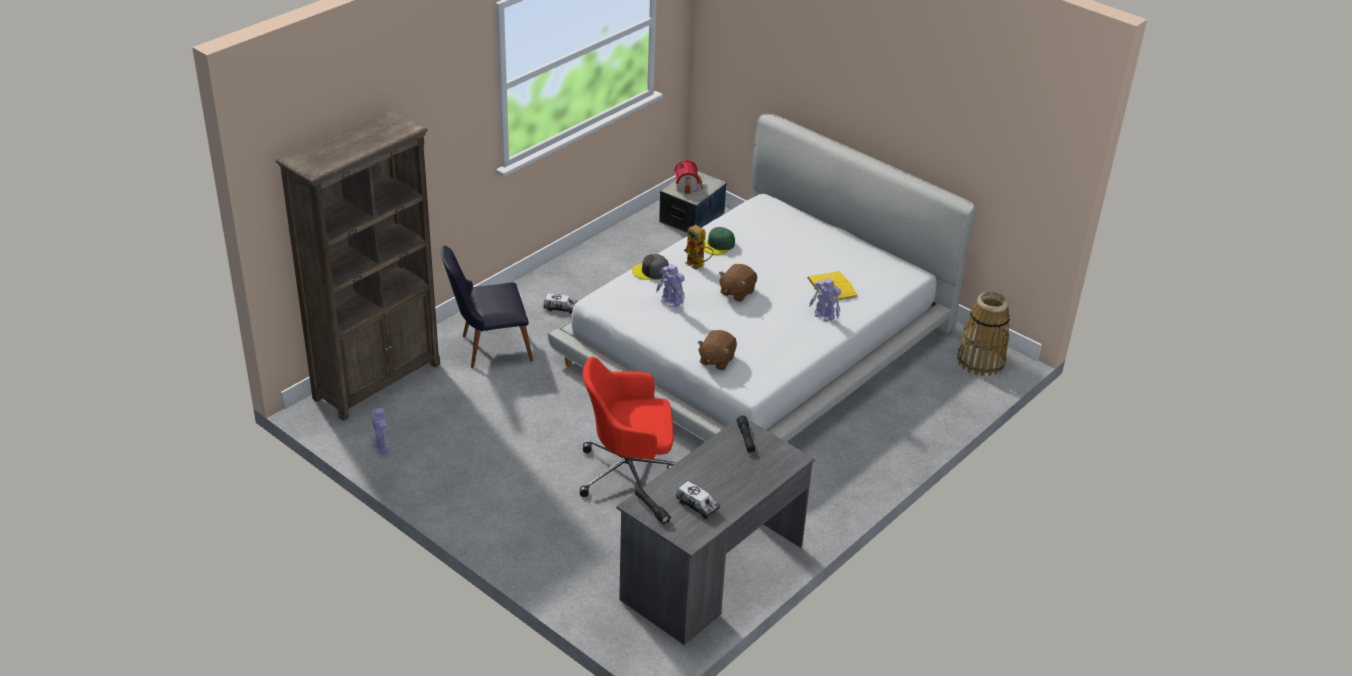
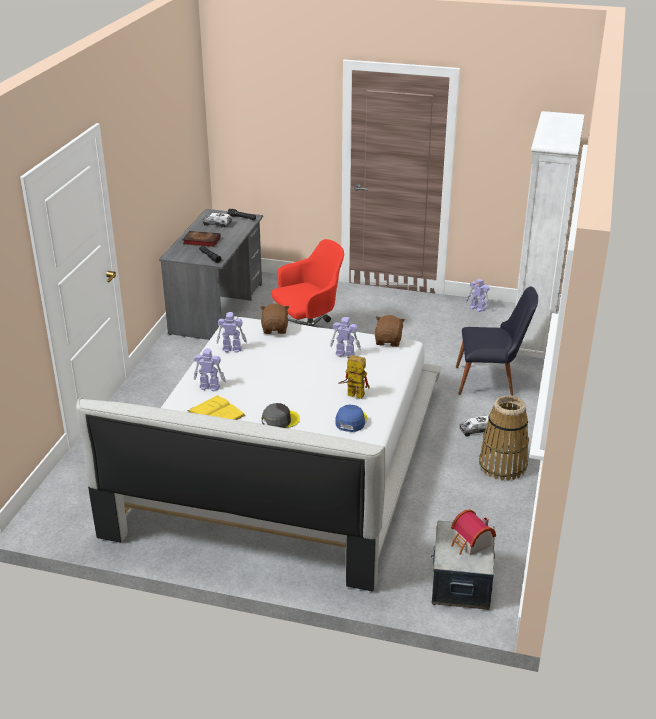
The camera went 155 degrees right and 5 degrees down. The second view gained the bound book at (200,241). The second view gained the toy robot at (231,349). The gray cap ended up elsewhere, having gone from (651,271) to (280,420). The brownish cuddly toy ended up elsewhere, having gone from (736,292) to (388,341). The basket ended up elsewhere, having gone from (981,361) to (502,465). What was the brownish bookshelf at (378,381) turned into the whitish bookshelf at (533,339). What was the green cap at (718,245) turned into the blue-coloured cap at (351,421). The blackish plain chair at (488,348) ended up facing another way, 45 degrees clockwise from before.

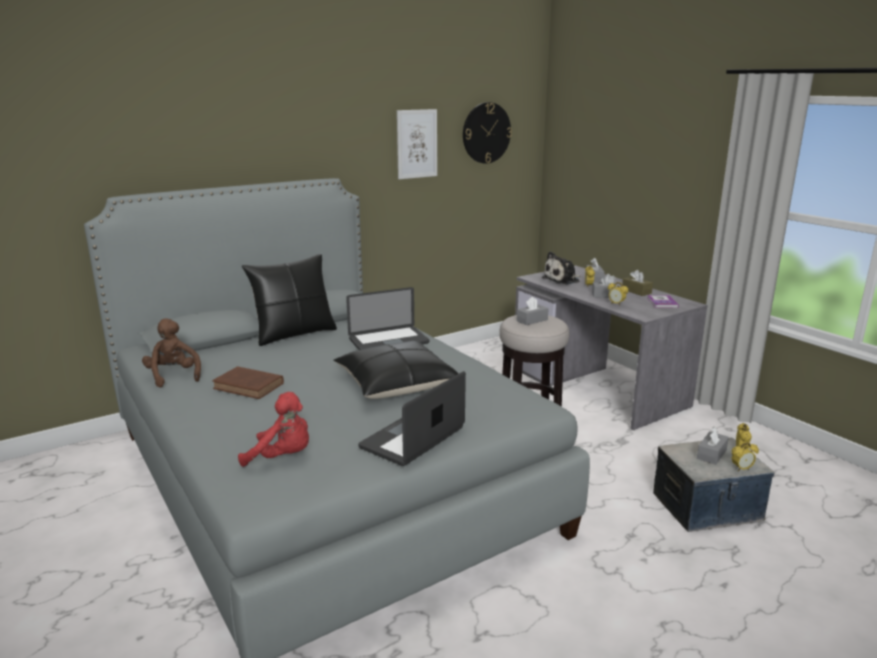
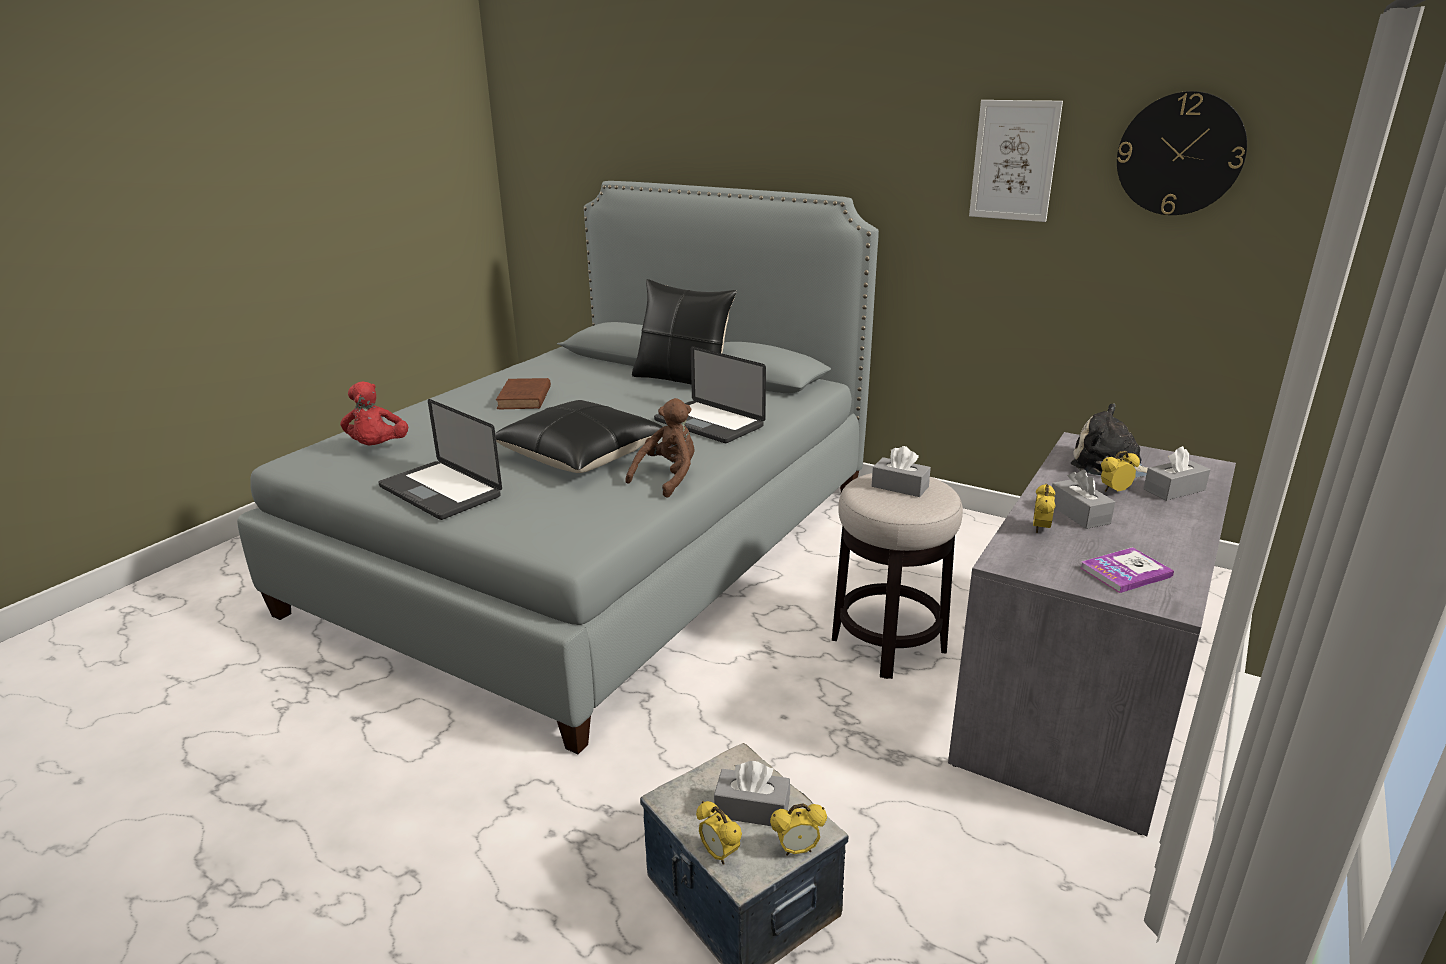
The camera went 65 degrees right and 5 degrees up. The second view lost the brownish box of tissues at (636,291). The brownish cuddly toy ended up elsewhere, having gone from (173,376) to (668,478). The notebook computer at (413,438) ended up facing another way, 150 degrees counterclockwise from before.

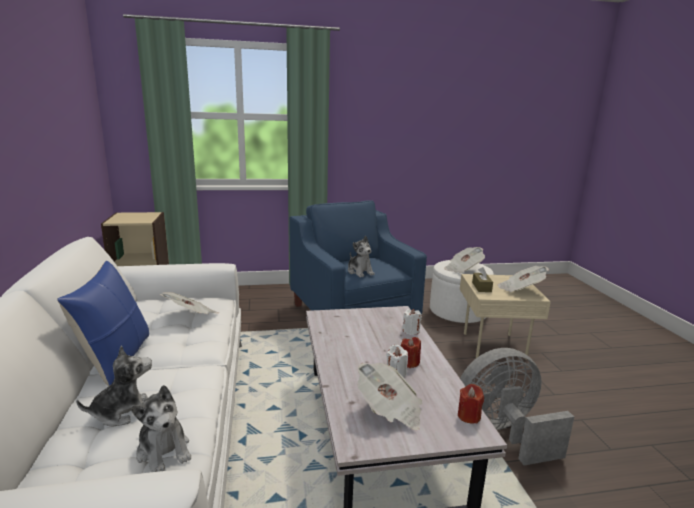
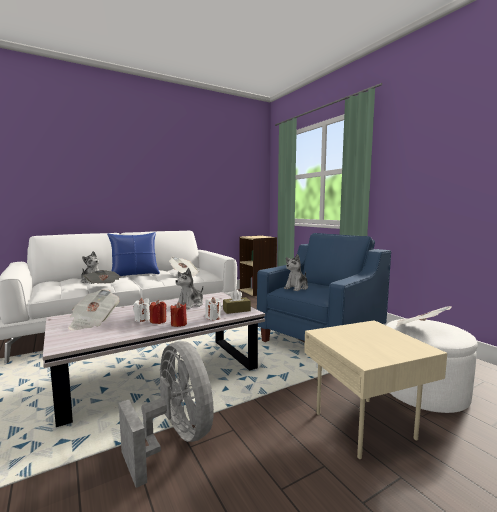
The camera went 70 degrees right and 10 degrees down. The cuddly toy ended up elsewhere, having gone from (164,451) to (190,304). The red-coloured wax candle ended up elsewhere, having gone from (469,416) to (179,324). The brownish box of tissues ended up elsewhere, having gone from (481,287) to (236,310). The newspaper ended up elsewhere, having gone from (520,289) to (103,287).

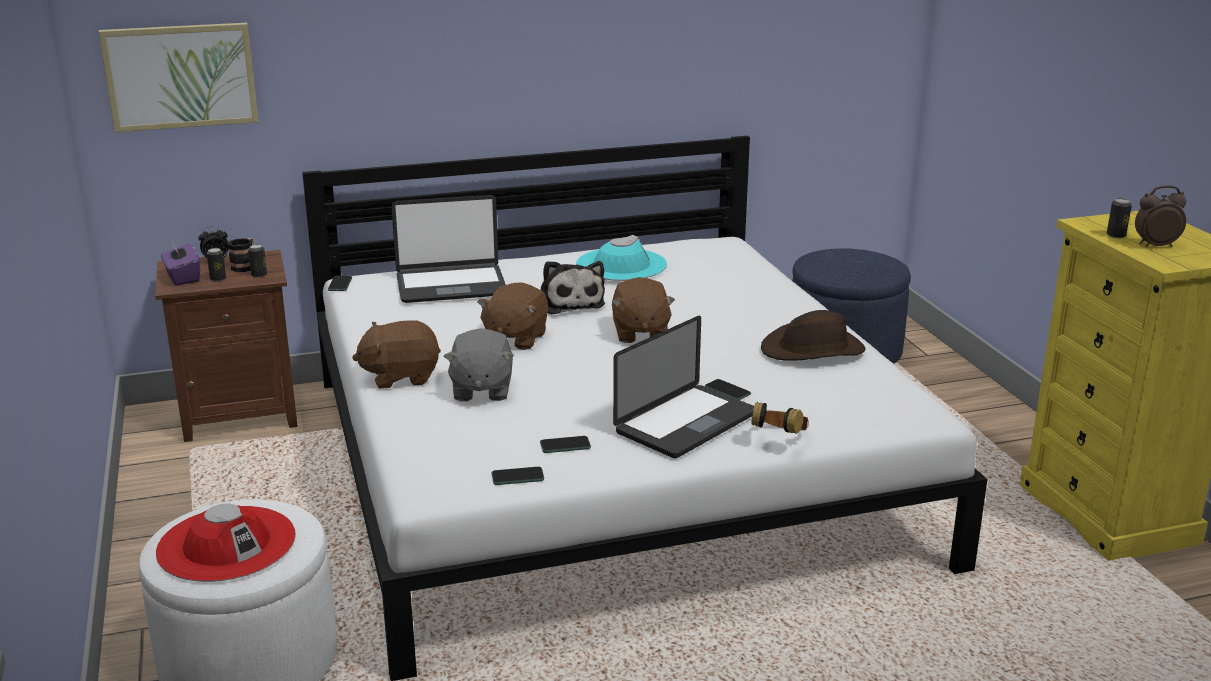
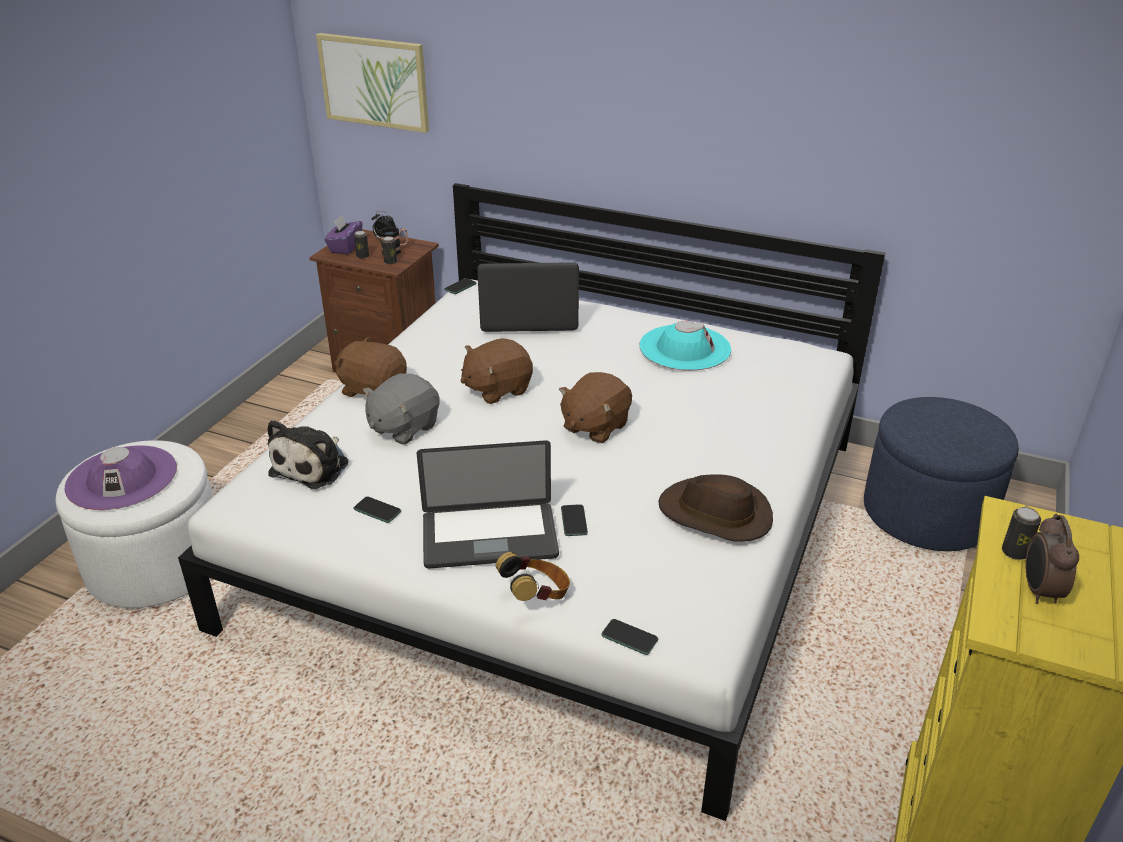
The camera went 40 degrees right and 10 degrees up. The phone ended up elsewhere, having gone from (517,477) to (629,637). The cuddly toy ended up elsewhere, having gone from (570,302) to (313,466). What was the red-coloured clothing hat at (226,544) turned into the purplish clothing hat at (122,478). The notebook computer at (451,285) ended up facing another way, 150 degrees clockwise from before. The table clock at (1154,245) ended up facing another way, 120 degrees counterclockwise from before.

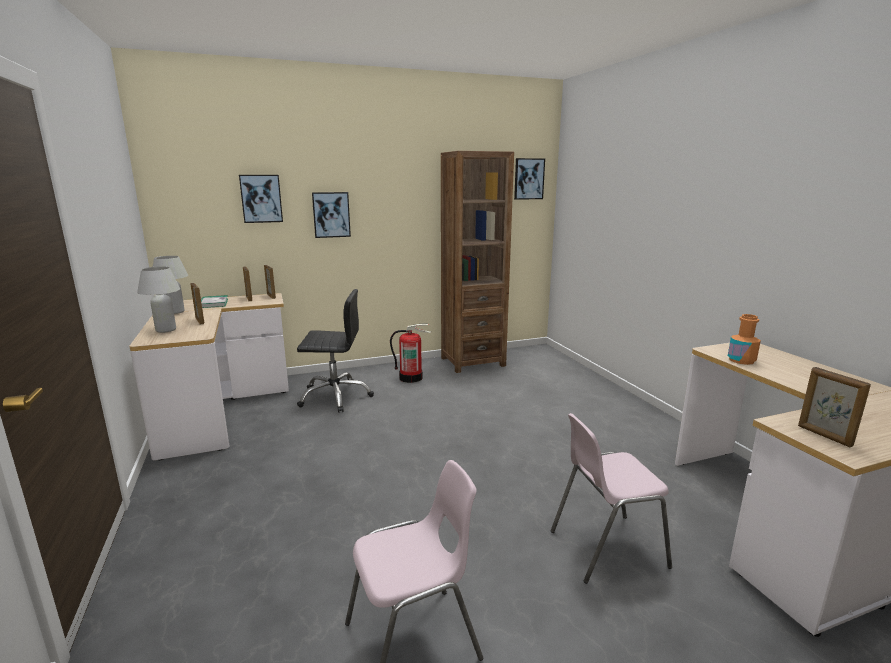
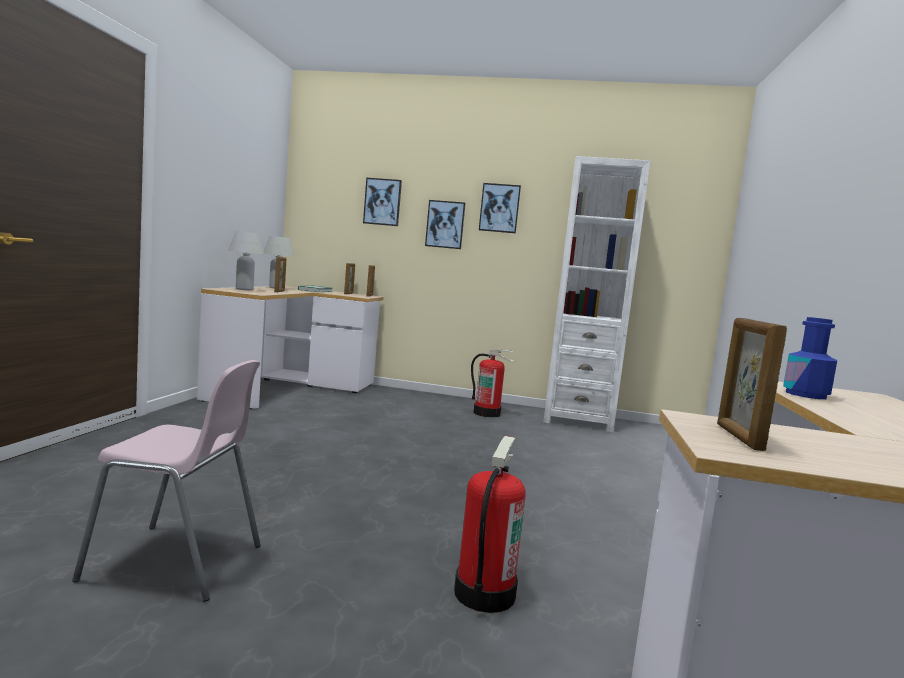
The camera went 30 degrees right and 10 degrees down. The second view lost the blackish computer chair at (335,396). The picture ended up elsewhere, having gone from (528,179) to (499,208). Where the pinkish plain chair stood at (605,548), the extinguisher came to stand at (483,593). What was the brownish bookshelf at (472,362) turned into the whitish bookshelf at (577,420). What was the orangey drink bottle at (741,360) turned into the blue-coloured drink bottle at (805,394).

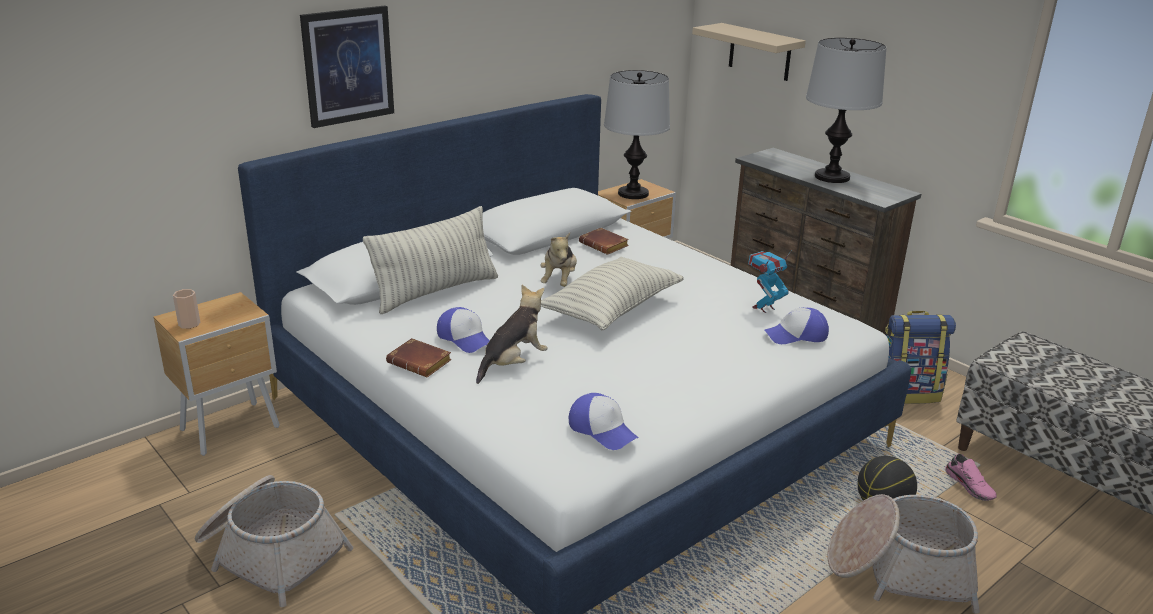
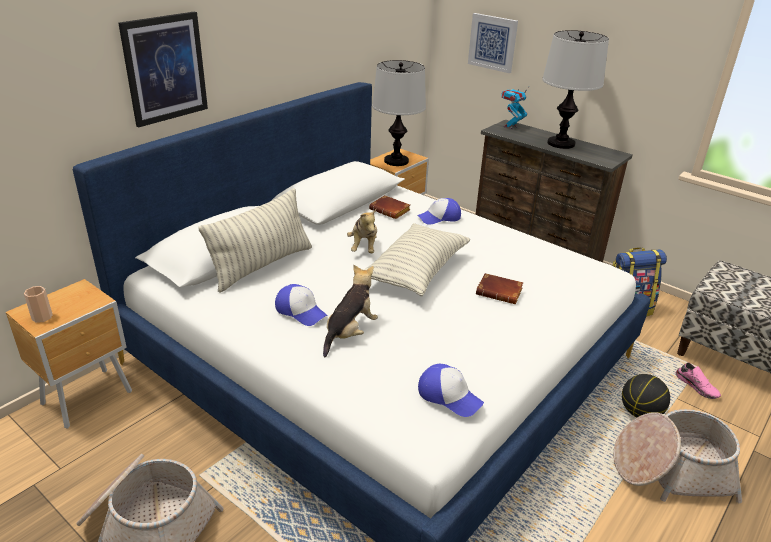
The camera went 10 degrees left and 5 degrees up. The brownish bound book ended up elsewhere, having gone from (421,363) to (500,292). The toy robot ended up elsewhere, having gone from (764,308) to (510,126). The cap ended up elsewhere, having gone from (796,335) to (439,218). Where the sand-coloured shelf hung at (760,52), the picture came to hang at (493,42).

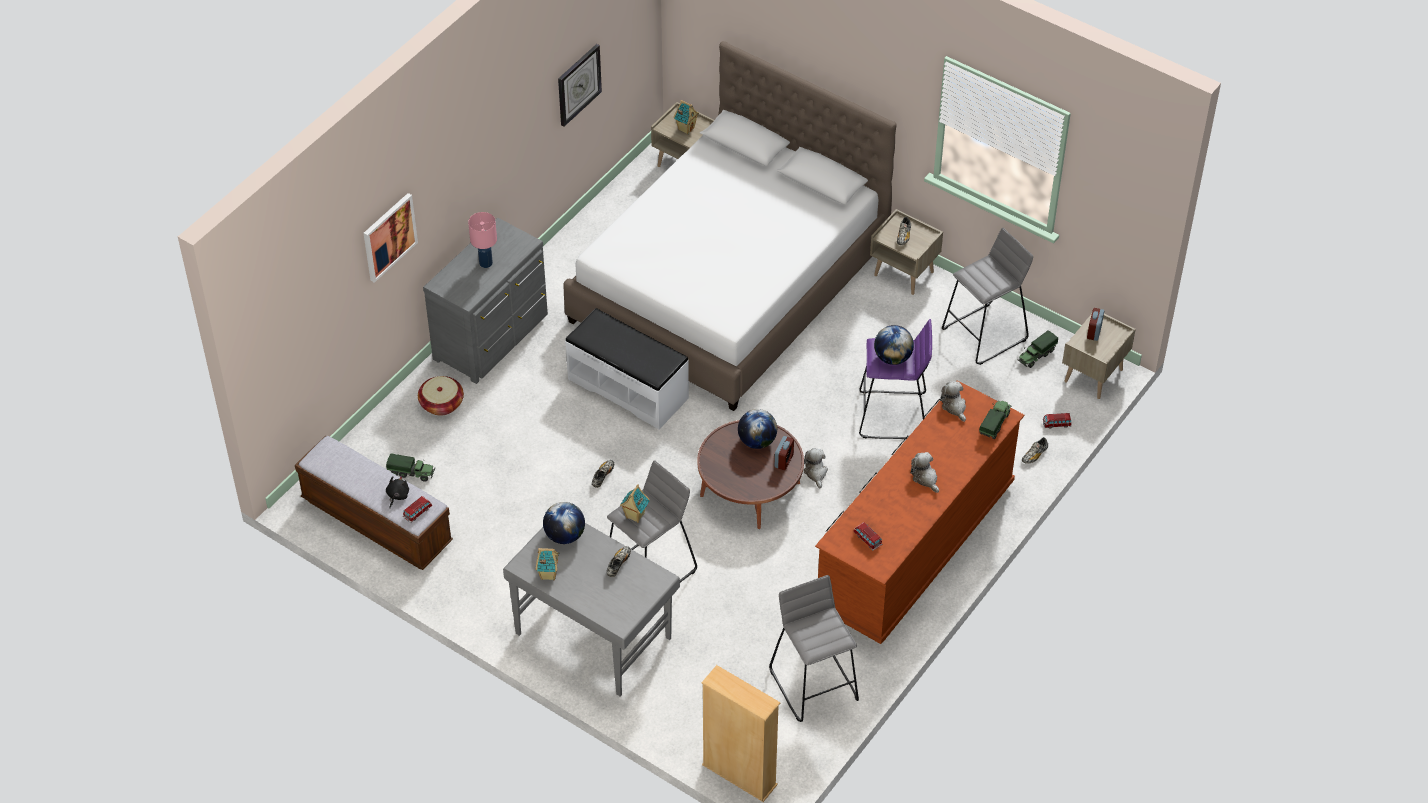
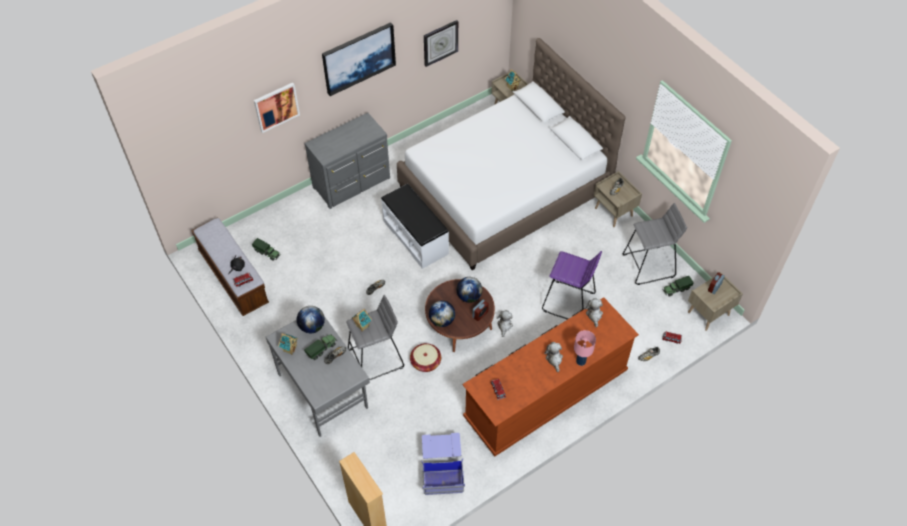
The camera went 20 degrees right and 5 degrees up. The second view gained the picture at (358,58). The basket ended up elsewhere, having gone from (441,404) to (425,362). The pinkish tabletop lamp ended up elsewhere, having gone from (486,263) to (581,361). The desk globe ended up elsewhere, having gone from (892,358) to (442,320). The model truck ended up elsewhere, having gone from (995,424) to (321,349). Where the gray sitting stool stood at (814,684), the blue-coloured storage bin came to stand at (442,469).

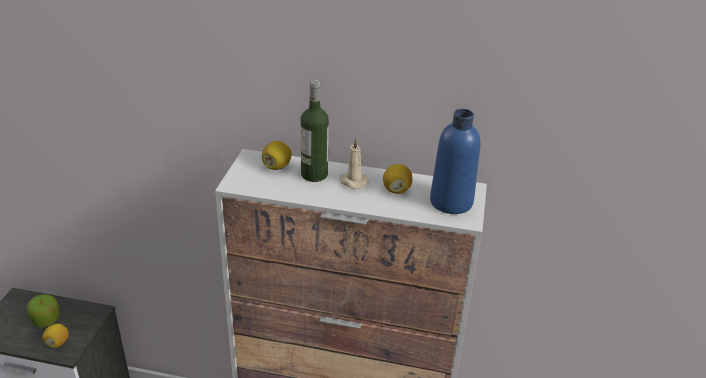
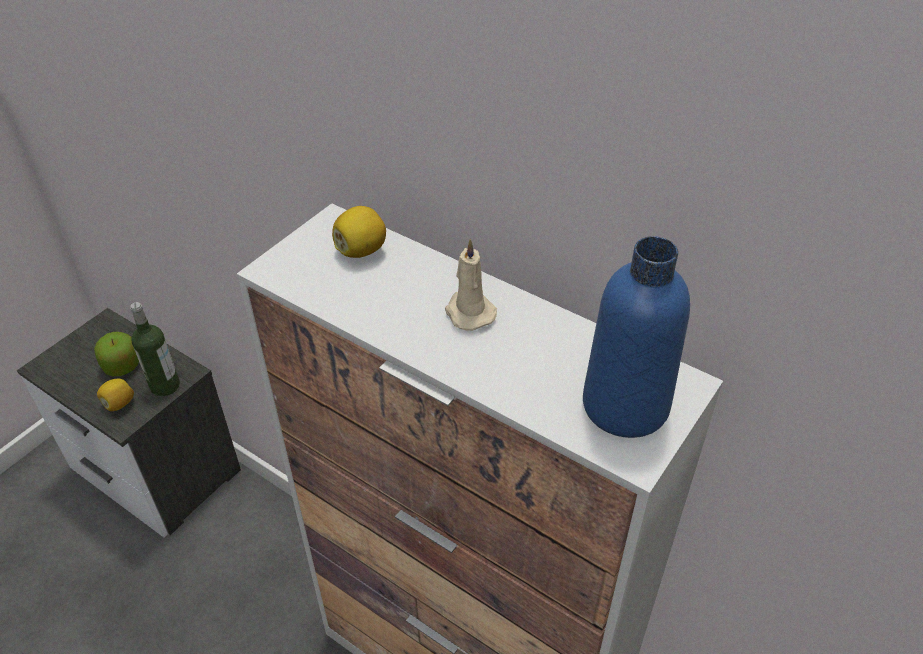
The camera went 25 degrees right and 10 degrees up. The second view lost the lemon at (396,190). The drink bottle ended up elsewhere, having gone from (314,174) to (165,386).

